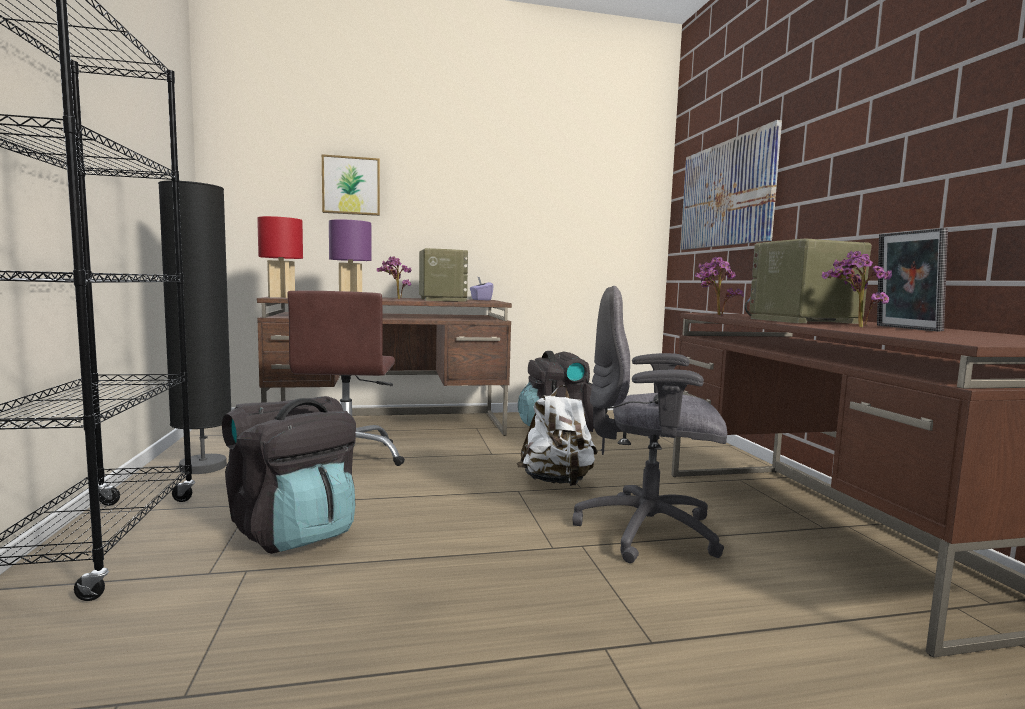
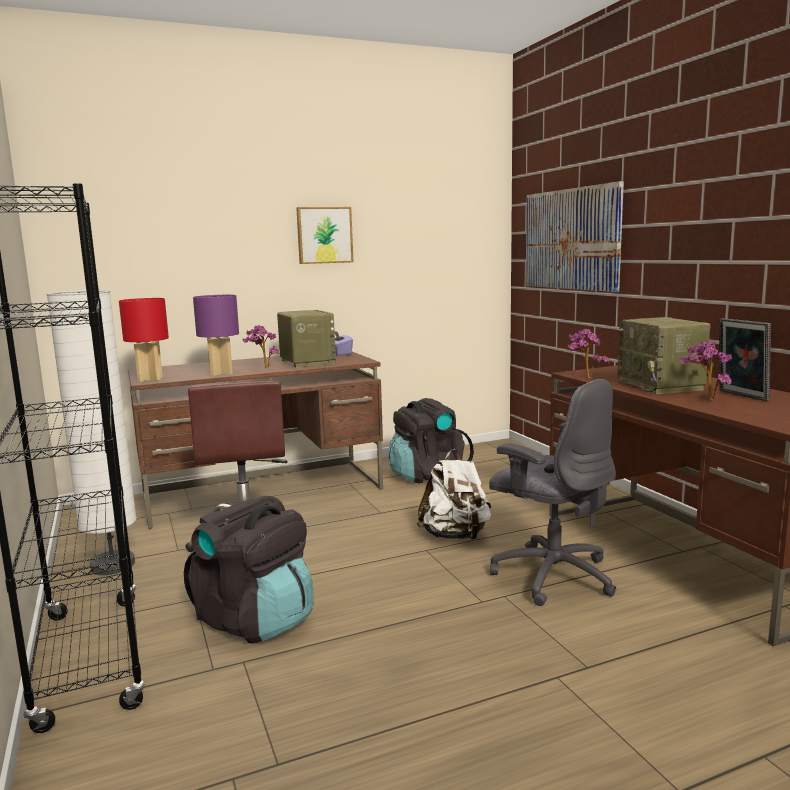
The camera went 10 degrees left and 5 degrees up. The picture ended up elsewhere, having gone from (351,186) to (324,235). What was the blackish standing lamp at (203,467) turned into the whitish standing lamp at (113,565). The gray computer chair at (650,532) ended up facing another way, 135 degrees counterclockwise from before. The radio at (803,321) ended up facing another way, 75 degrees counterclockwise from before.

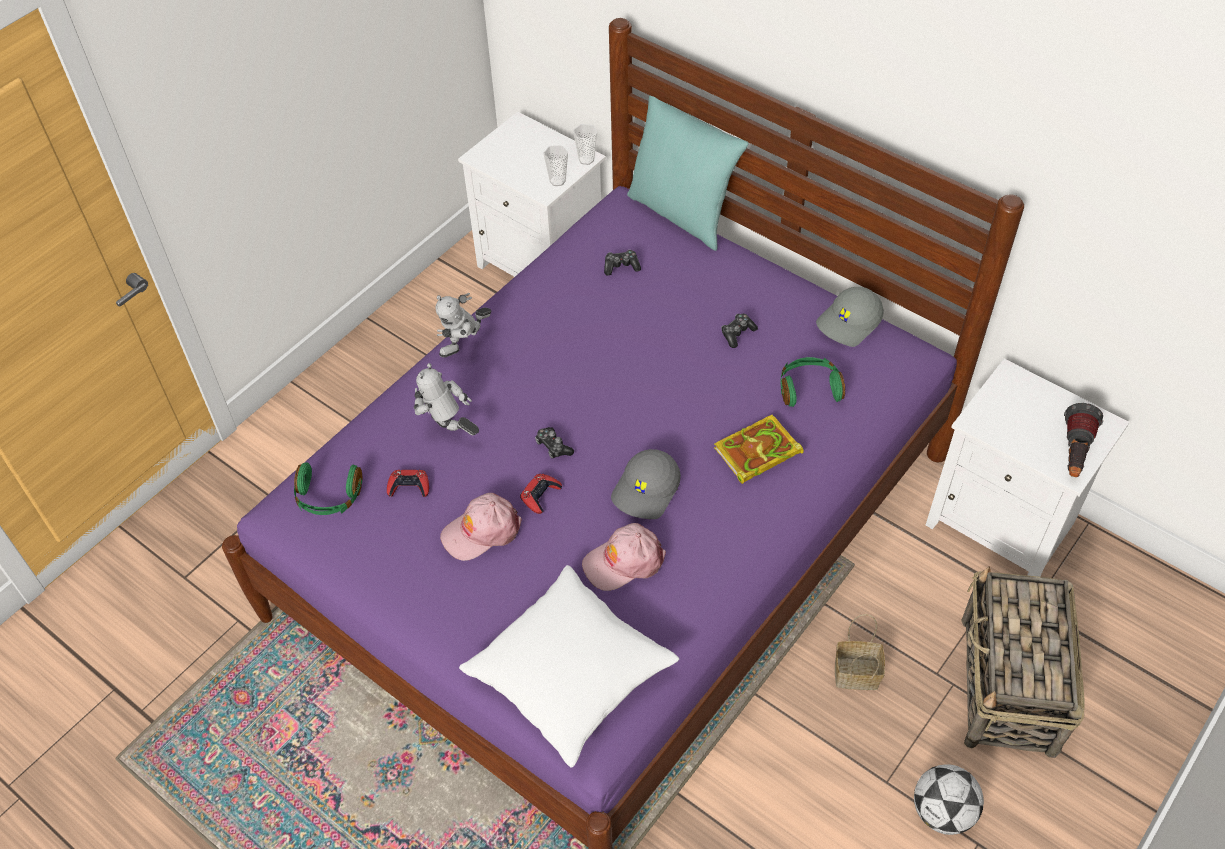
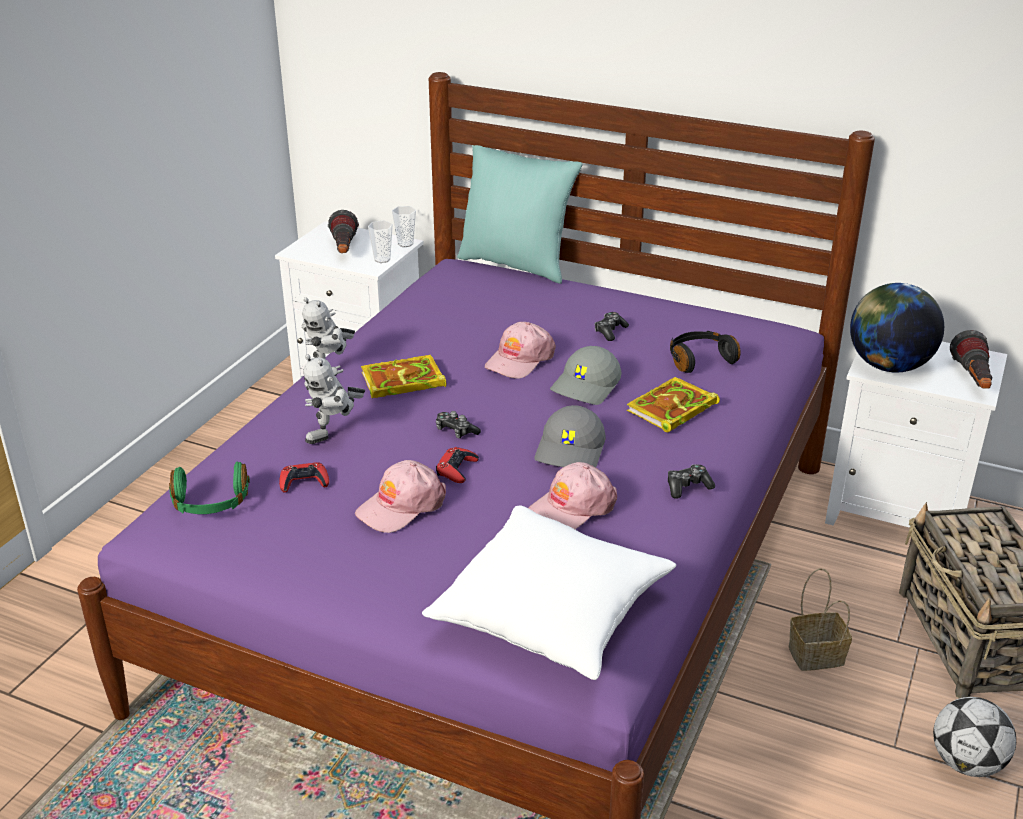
The camera went 15 degrees left and 20 degrees down. The second view gained the torch at (344,250). The second view gained the bound book at (401,382). The second view gained the pinkish cap at (519,360). The second view gained the desk globe at (888,366). The joypad ended up elsewhere, having gone from (621,266) to (687,487). The gray cap ended up elsewhere, having gone from (849,323) to (586,387). What was the green headphones at (809,388) turned into the blackish headphones at (700,359). The toy robot at (449,432) ended up facing another way, 75 degrees counterclockwise from before.

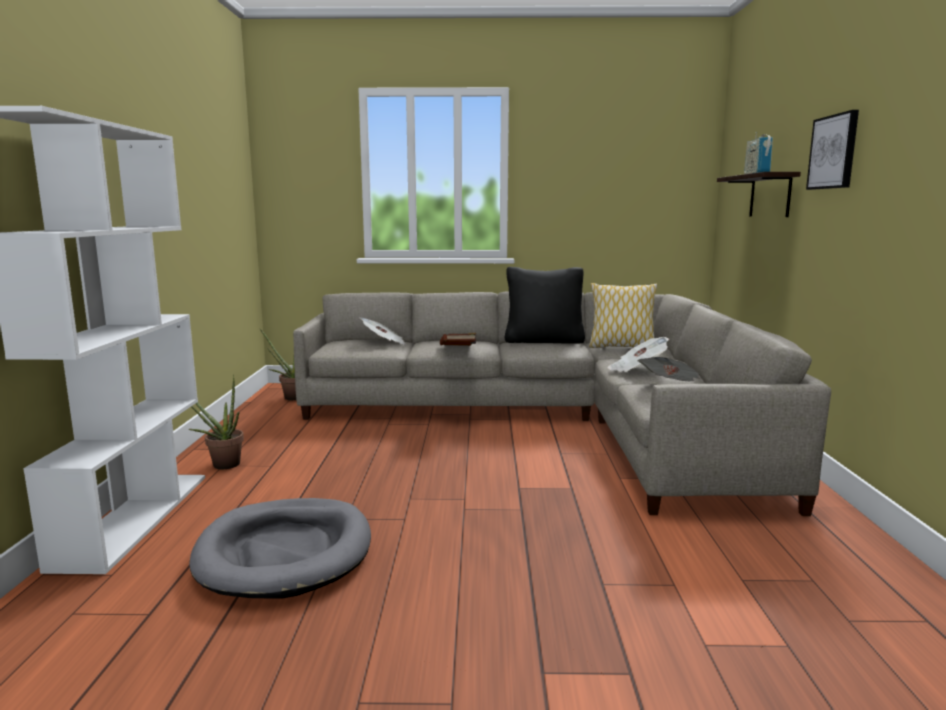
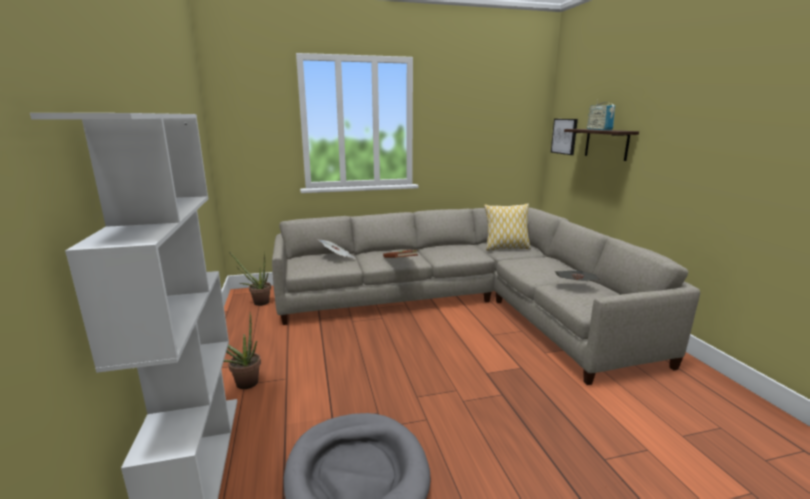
The camera went 15 degrees left and 5 degrees up. The second view lost the blackish pillow at (544,341). The second view lost the newspaper at (637,369). The picture ended up elsewhere, having gone from (833,152) to (564,136).

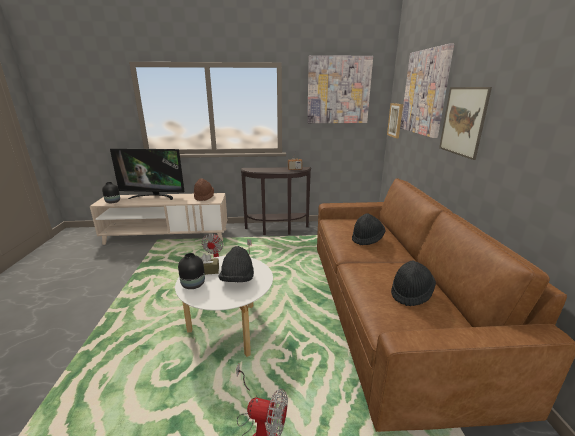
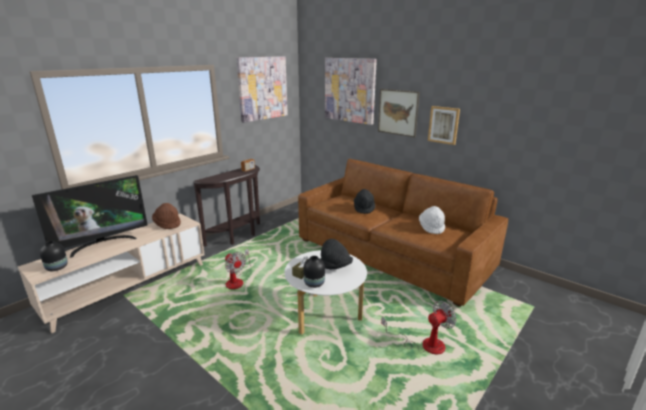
The camera went 45 degrees left and 0 degrees up. The picture ended up elsewhere, having gone from (395,120) to (443,125). What was the blackish clothing hat at (411,293) turned into the whitish clothing hat at (431,227).

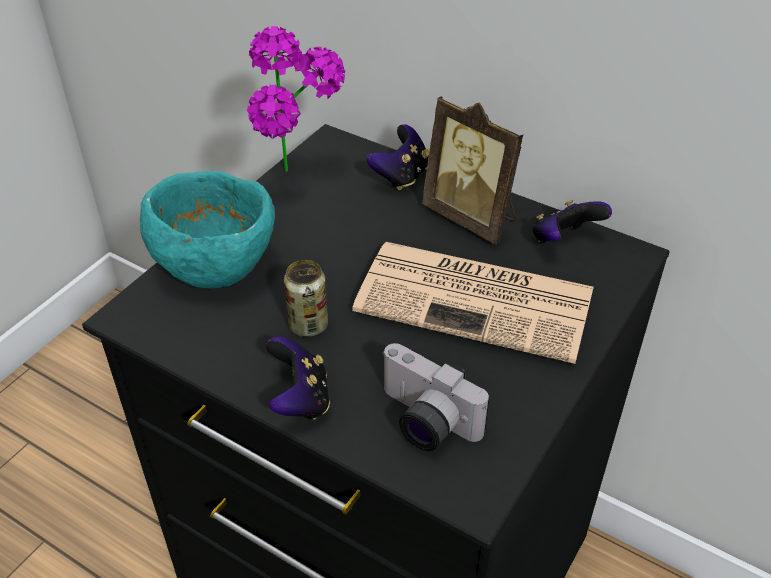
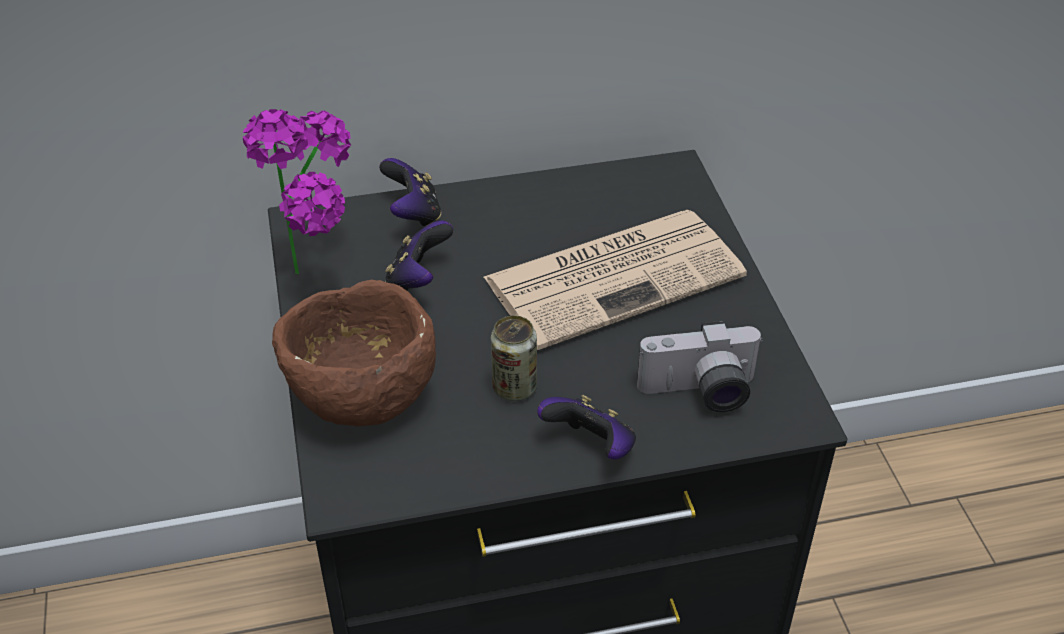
The camera went 45 degrees left and 0 degrees up. The second view lost the photo frame at (472,217). The joypad ended up elsewhere, having gone from (563,240) to (418,279). What was the blue-green bowl at (216,266) turned into the brownish bowl at (361,397).

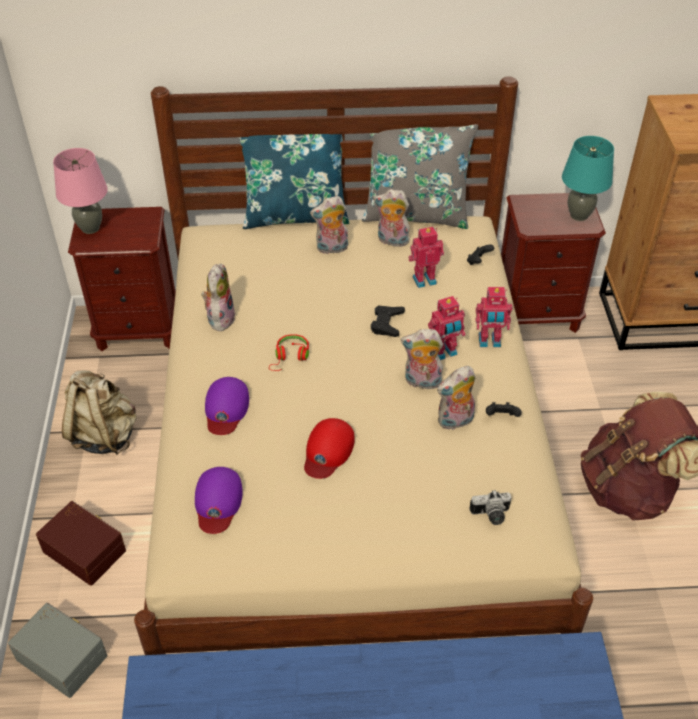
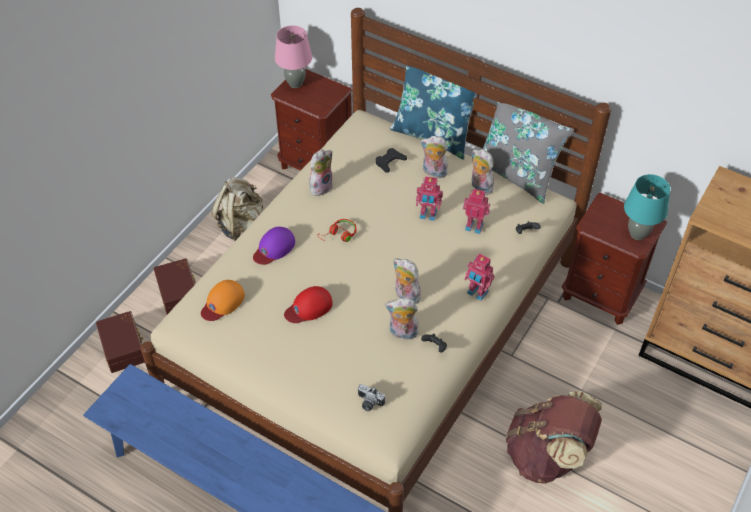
The camera went 35 degrees right and 5 degrees up. The blackish joypad ended up elsewhere, having gone from (387,323) to (390,162). The toy robot ended up elsewhere, having gone from (444,352) to (428,215). What was the gray storage bin at (63,655) turned into the brownish storage bin at (124,347). What was the purplish cap at (218,502) turned into the orangey cap at (222,302).

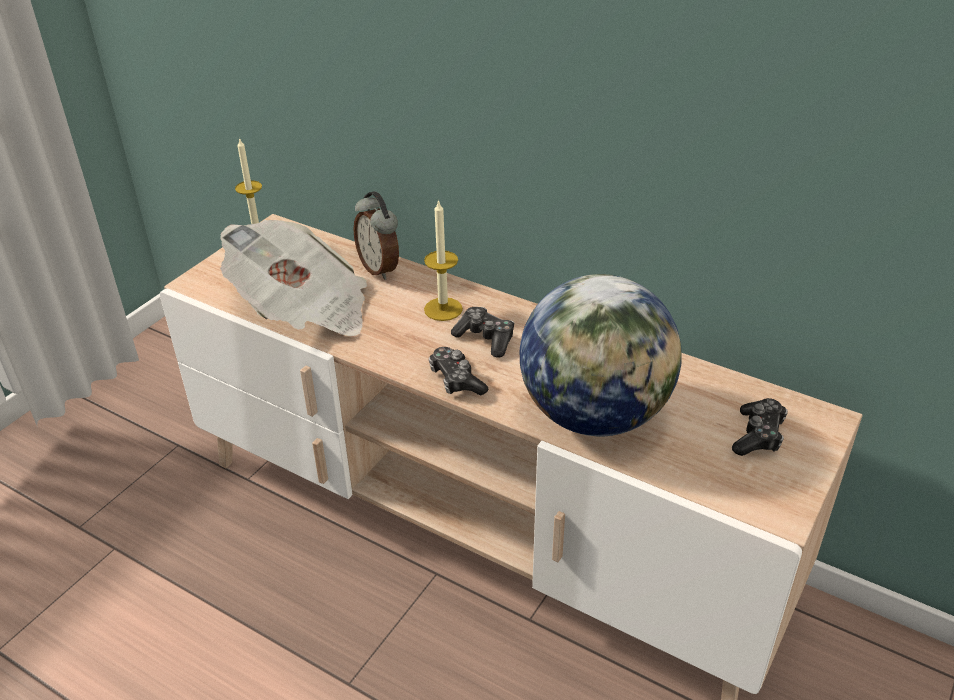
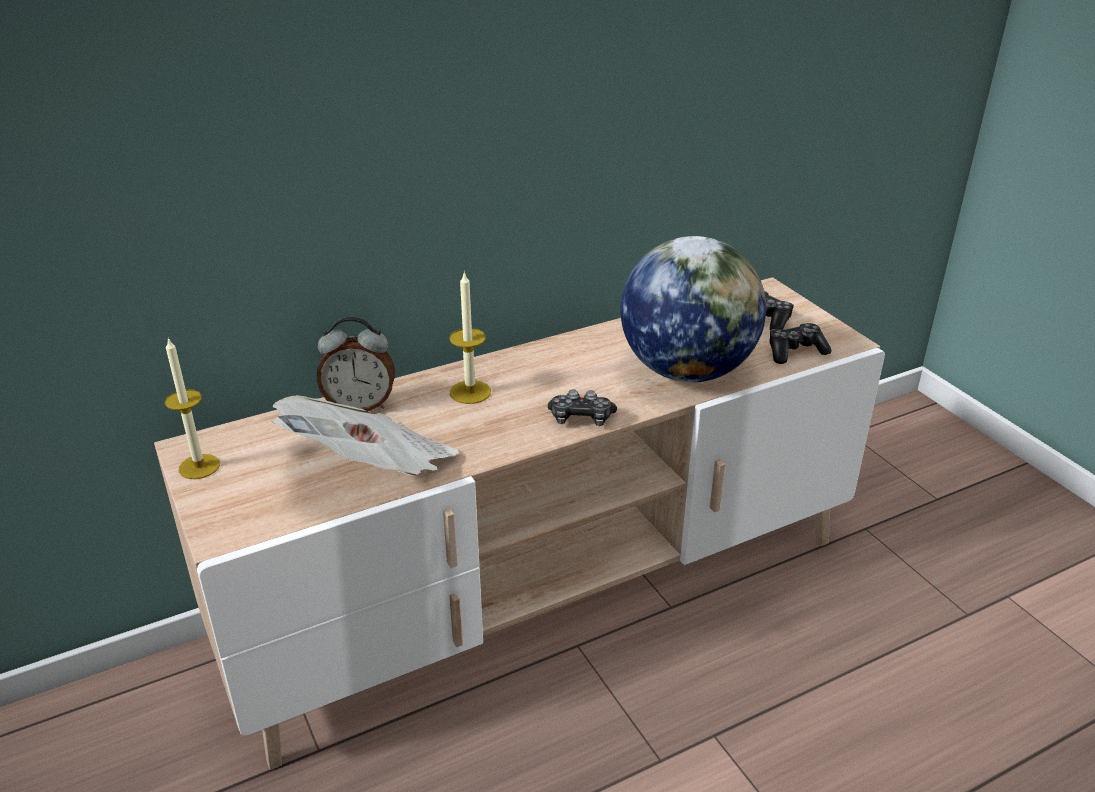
The camera went 60 degrees left and 5 degrees down. The joypad ended up elsewhere, having gone from (485,338) to (795,351).

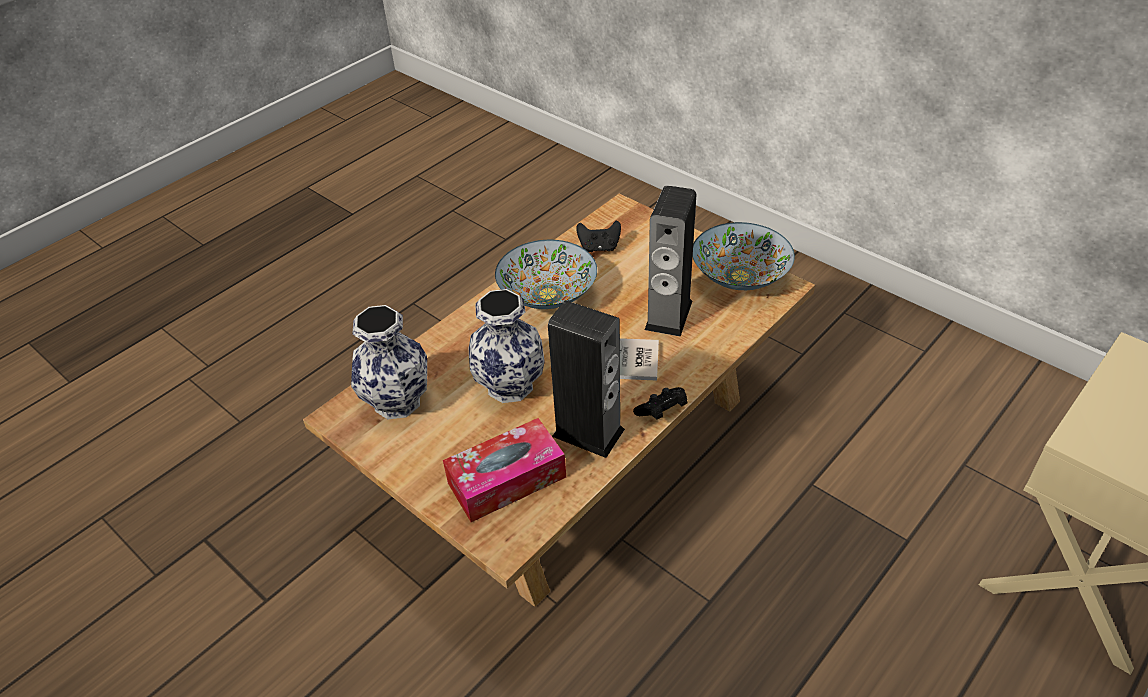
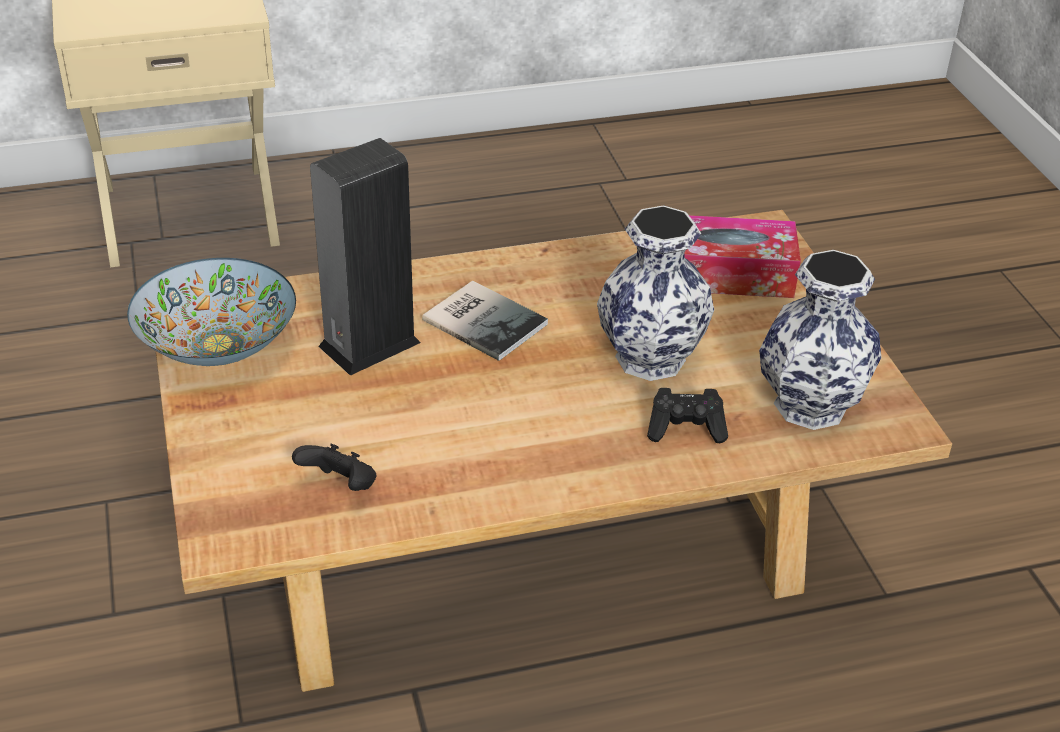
The camera went 150 degrees left and 5 degrees down. The second view lost the bowl at (548,295). The second view lost the audio speaker at (588,432). The blackish joypad ended up elsewhere, having gone from (662,411) to (686,428).

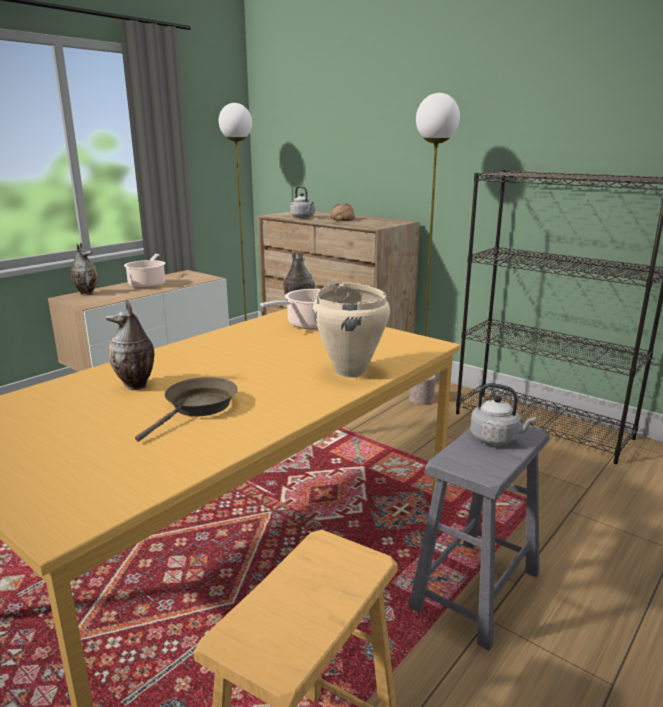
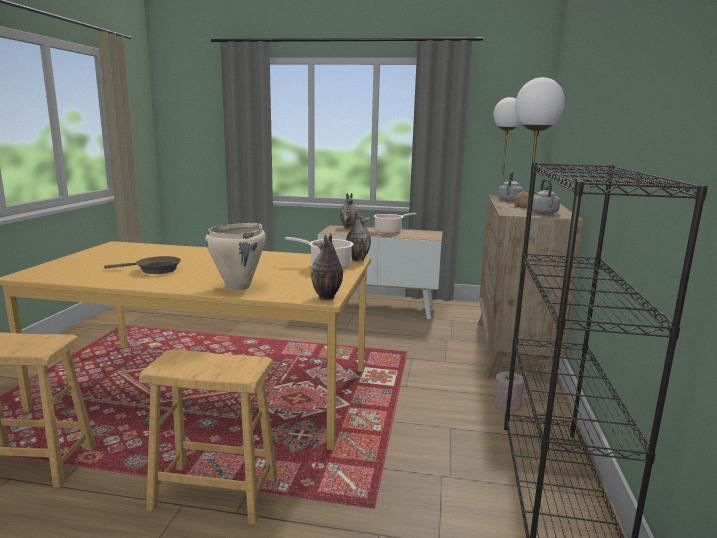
The camera went 60 degrees right and 5 degrees down. The vase ended up elsewhere, having gone from (136,386) to (326,298). The gray water kettle ended up elsewhere, having gone from (496,439) to (545,213). What was the gray sitting stool at (476,590) turned into the brownish sitting stool at (215,493).

